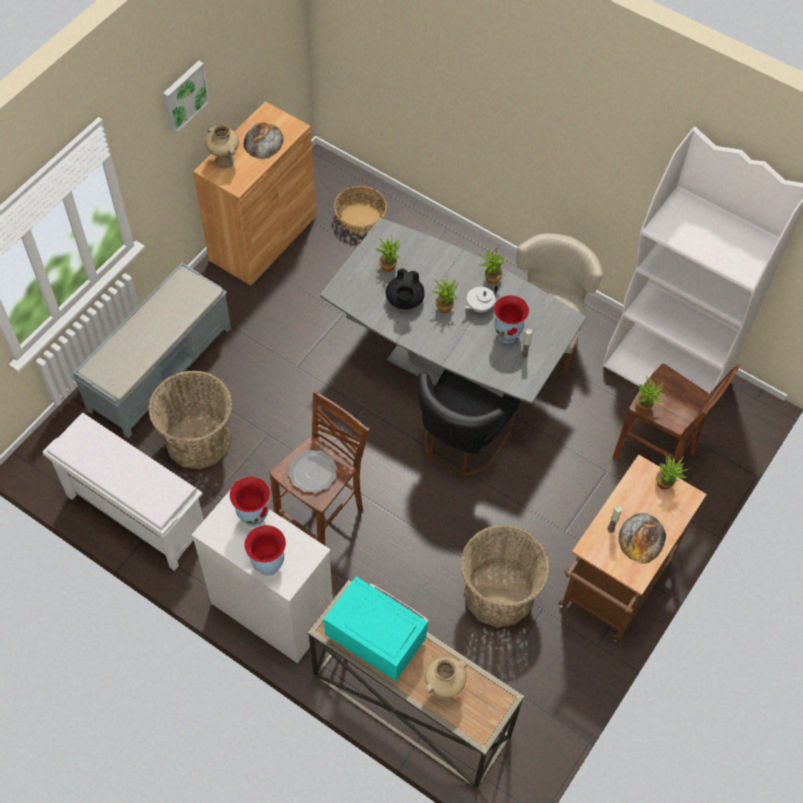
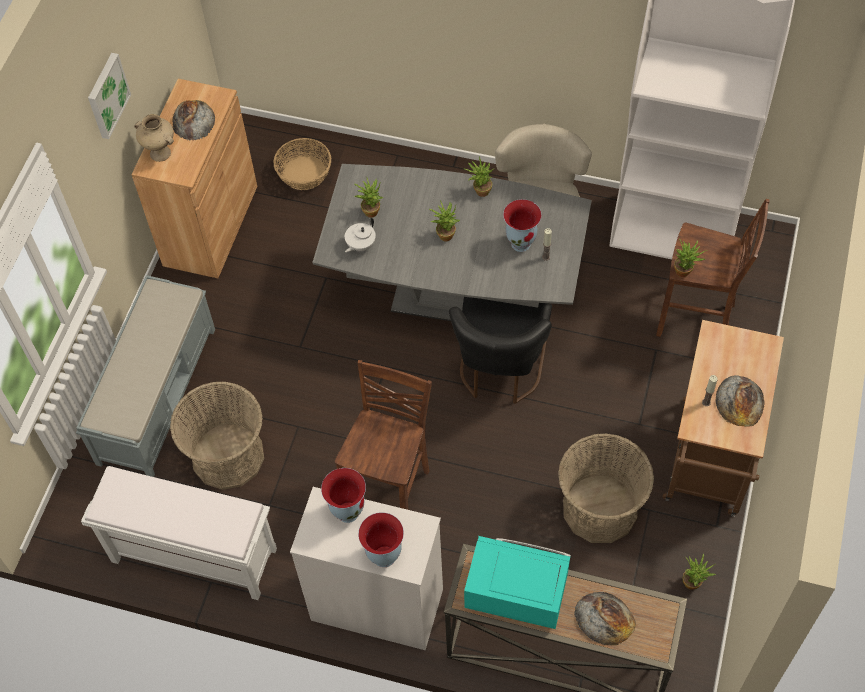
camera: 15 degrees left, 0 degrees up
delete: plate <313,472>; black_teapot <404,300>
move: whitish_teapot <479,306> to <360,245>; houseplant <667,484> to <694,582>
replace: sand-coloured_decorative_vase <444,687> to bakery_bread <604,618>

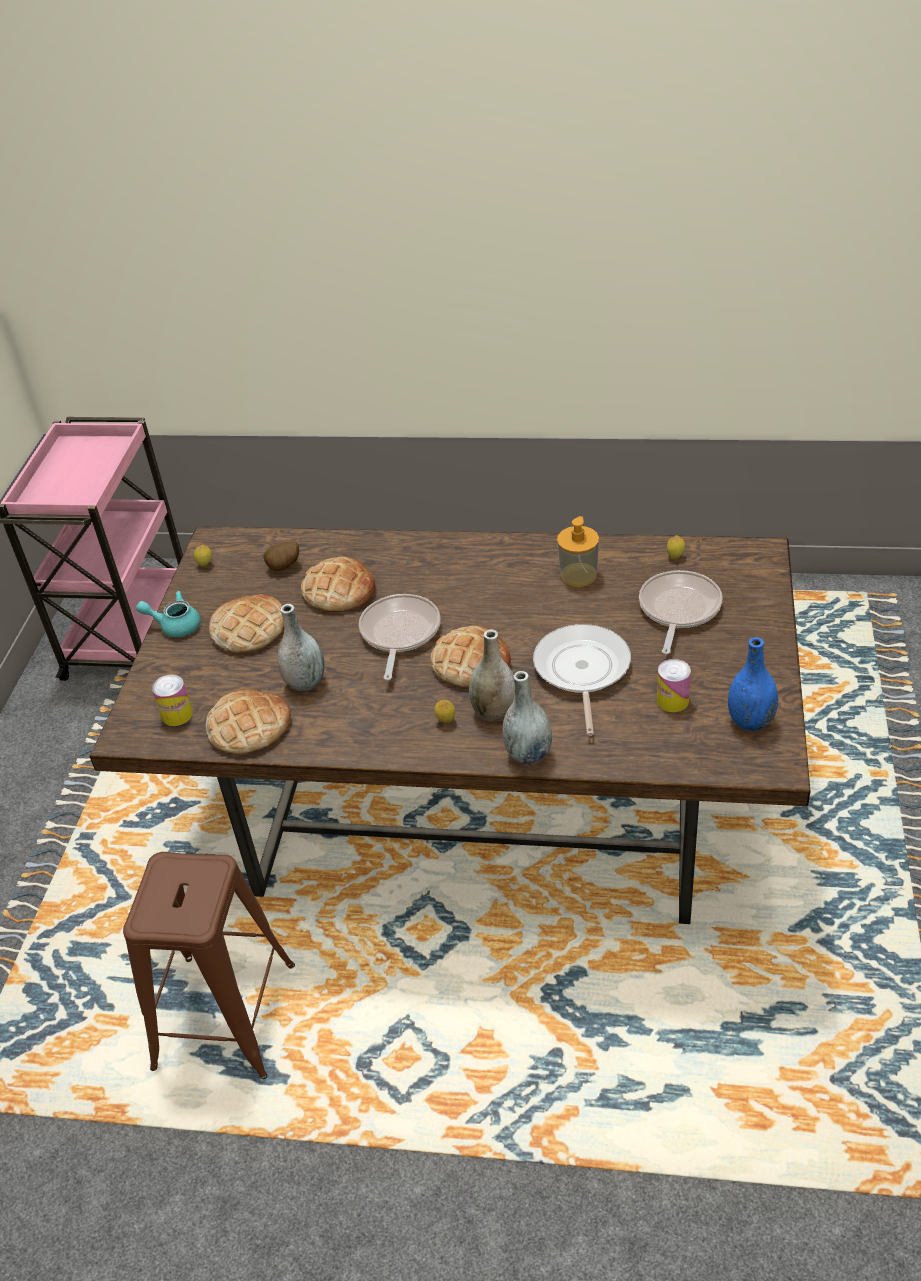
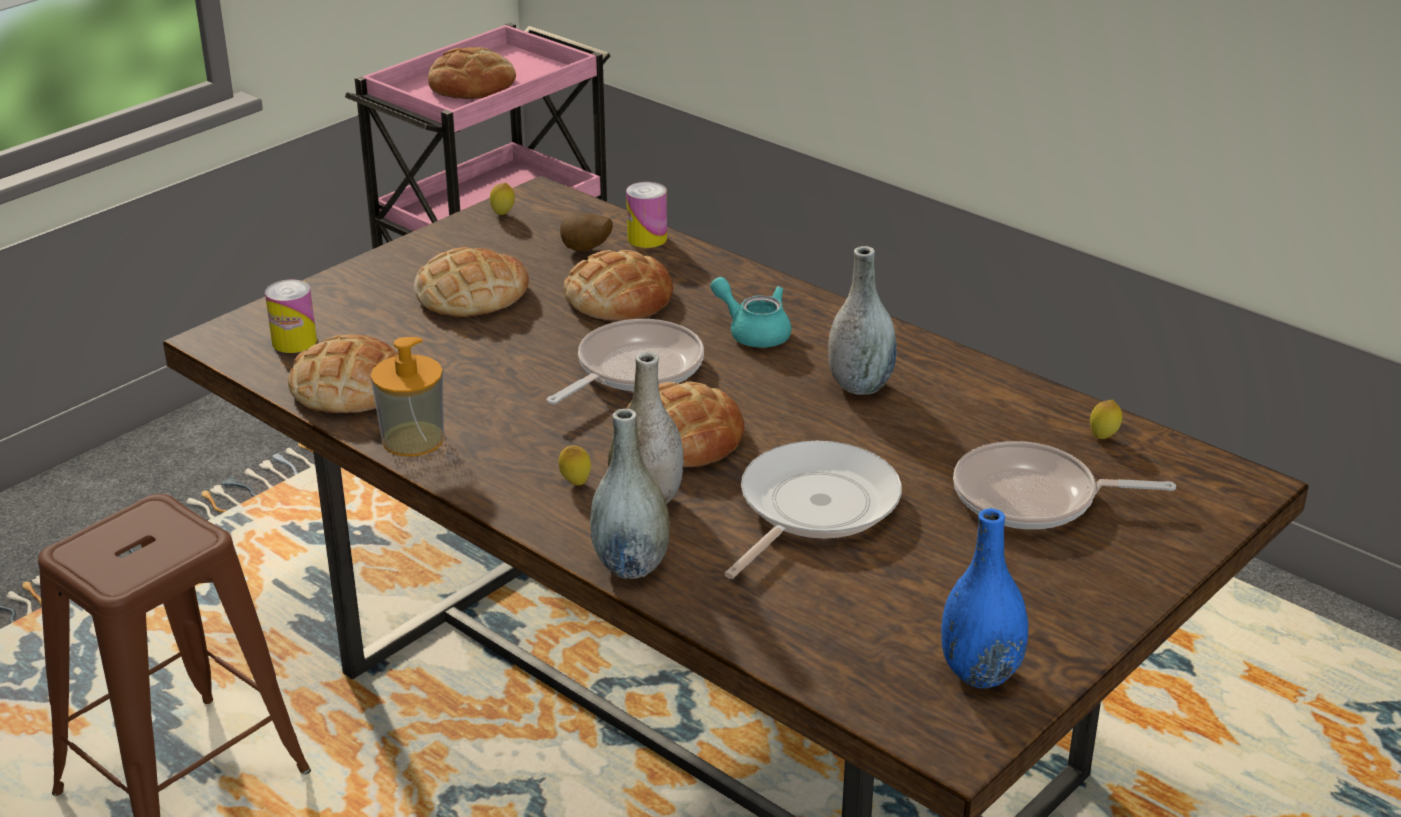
camera: 30 degrees right, 10 degrees down
insert: bakery_bread <472,85>
move: turquoise_teapot <175,625> to <753,332>; greyish_decorative_vase <305,683> to <860,386>; soap_bottle <578,575> to <413,439>; can <672,700> to <647,238>
rotate: skillet <678,610> = <1033,498> 135 degrees counterclockwise

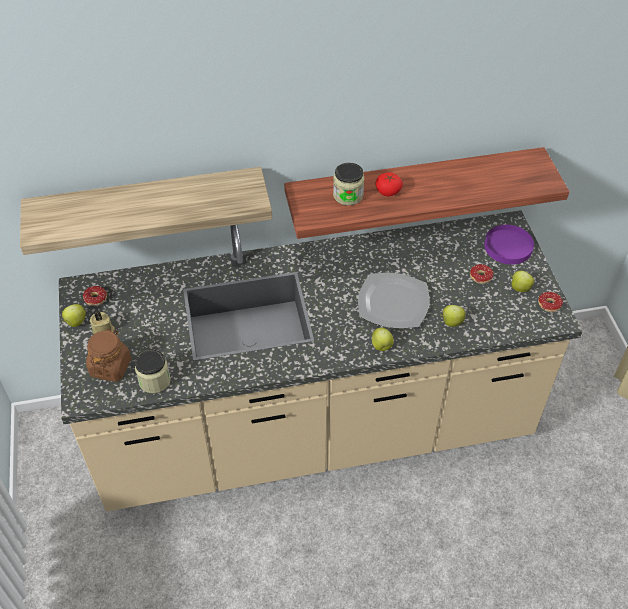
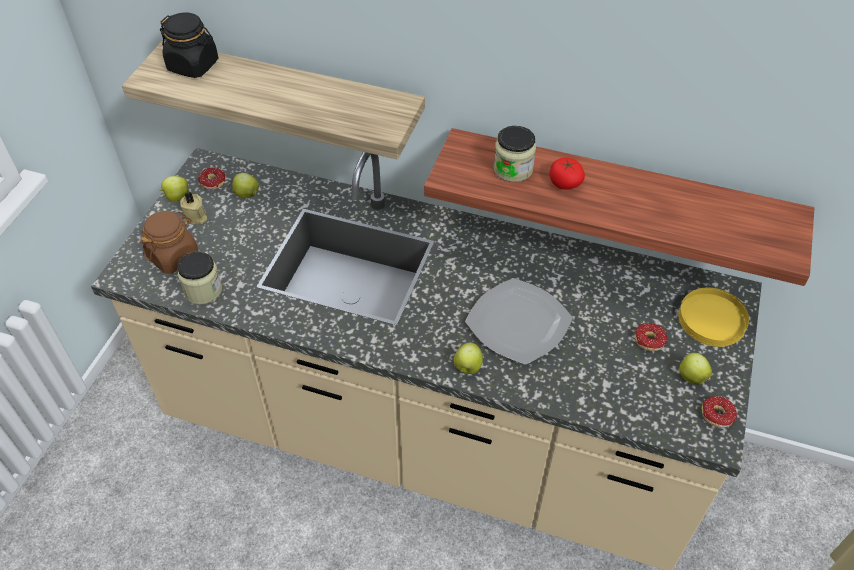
camera: 30 degrees right, 0 degrees up
insert: black_storage_jar <193,65>
move: apple_fruit <451,322> to <246,194>
recolor: purple-coloured_plate <508,246> to yellow_plate <711,319>

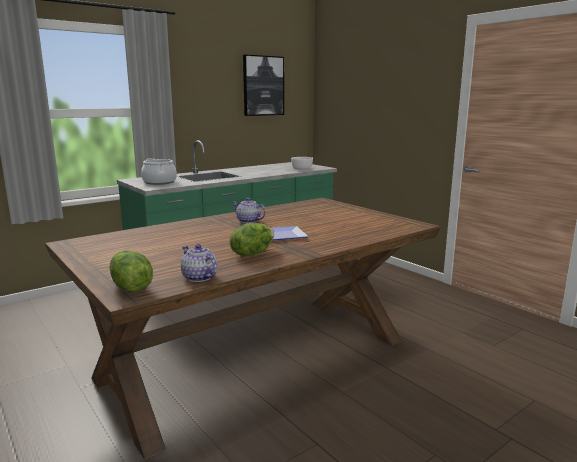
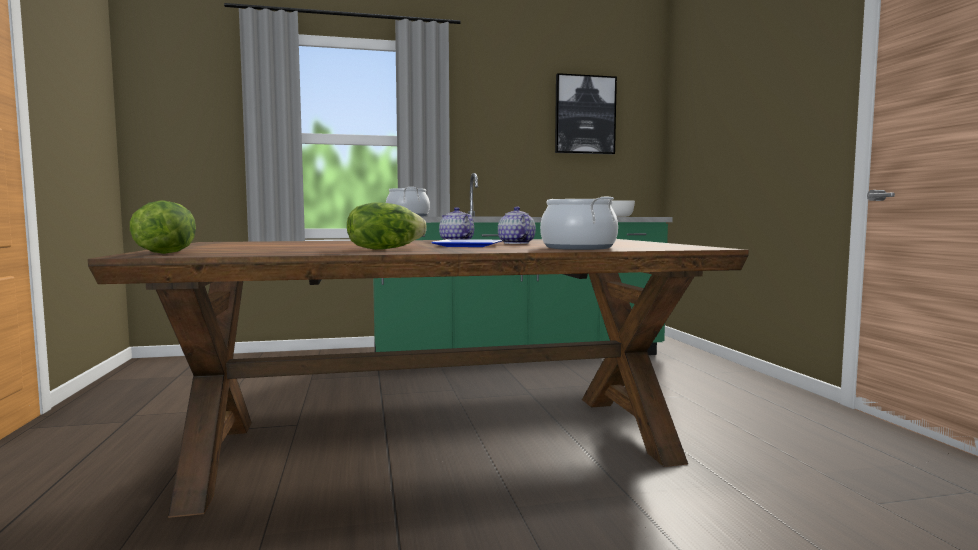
camera: 25 degrees right, 10 degrees down
insert: stockpot <578,248>
move: teapot <199,277> to <516,243>

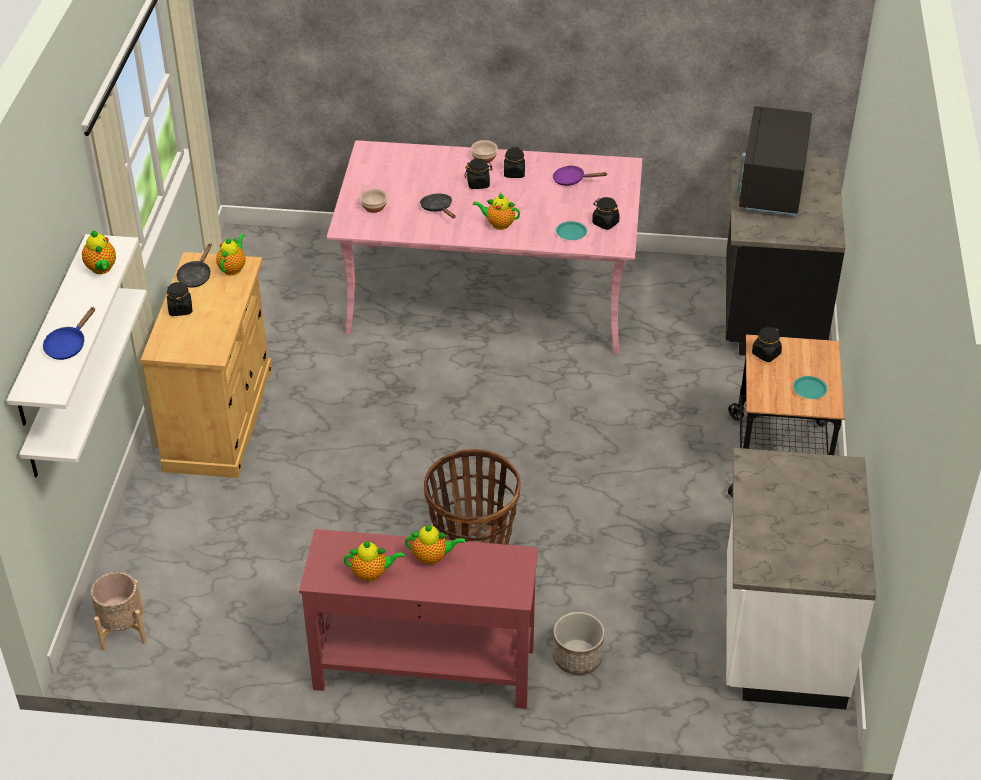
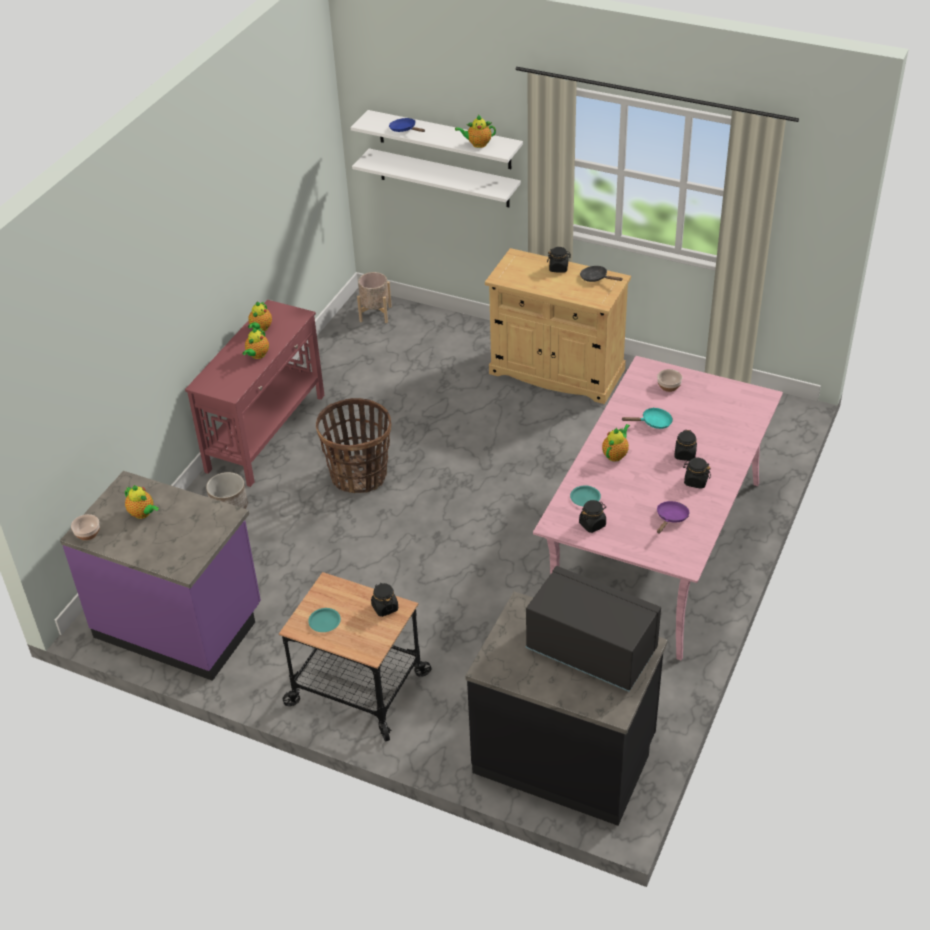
camera: 110 degrees right, 0 degrees up
move: teapot <233,268> to <143,514>; deep_dish <484,158> to <88,533>
recolor: black_skillet <438,208> to turquoise_skillet <653,422>; whitish_kitchen_base_unit <780,634> to purple-coloured_kitchen_base_unit <179,623>

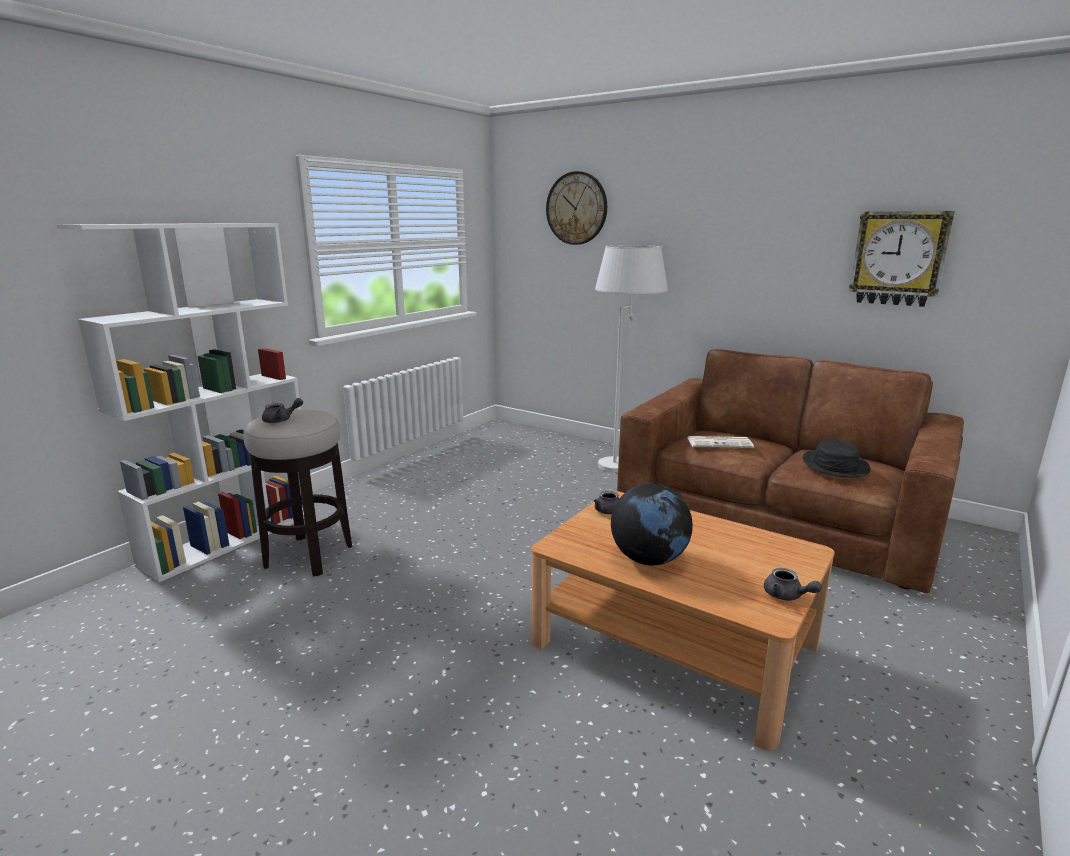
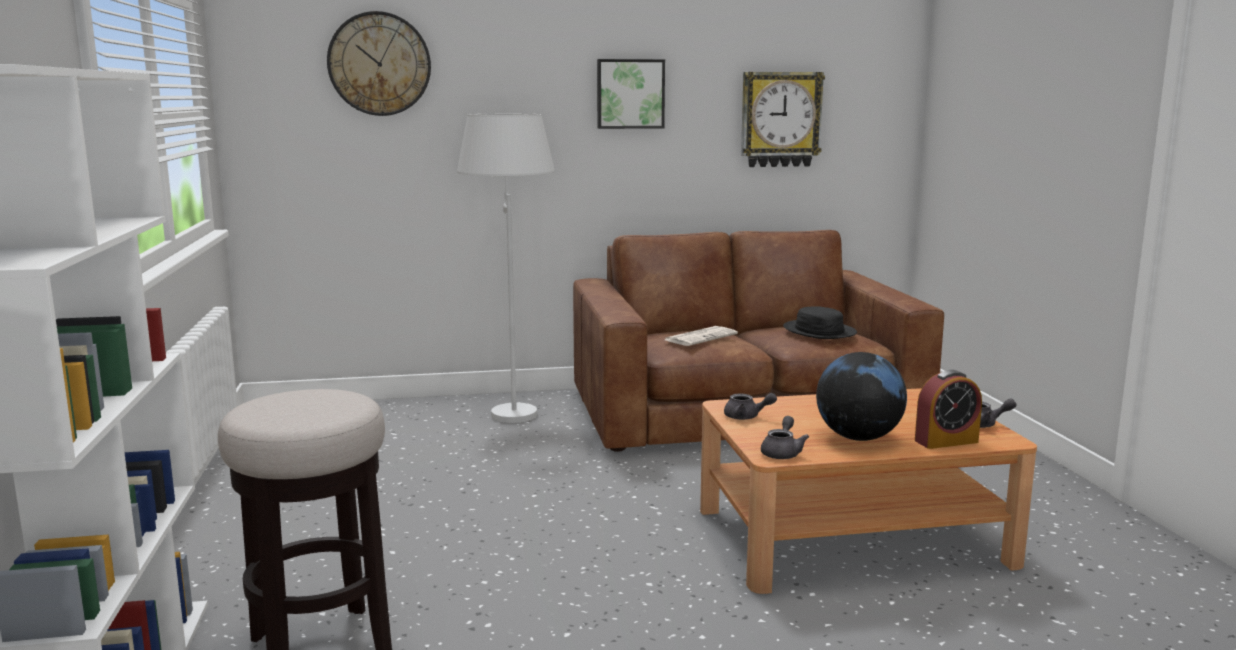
camera: 45 degrees left, 5 degrees down
insert: wall_art <630,94>; table_clock <946,441>
move: greyish_teapot <281,420> to <782,452>

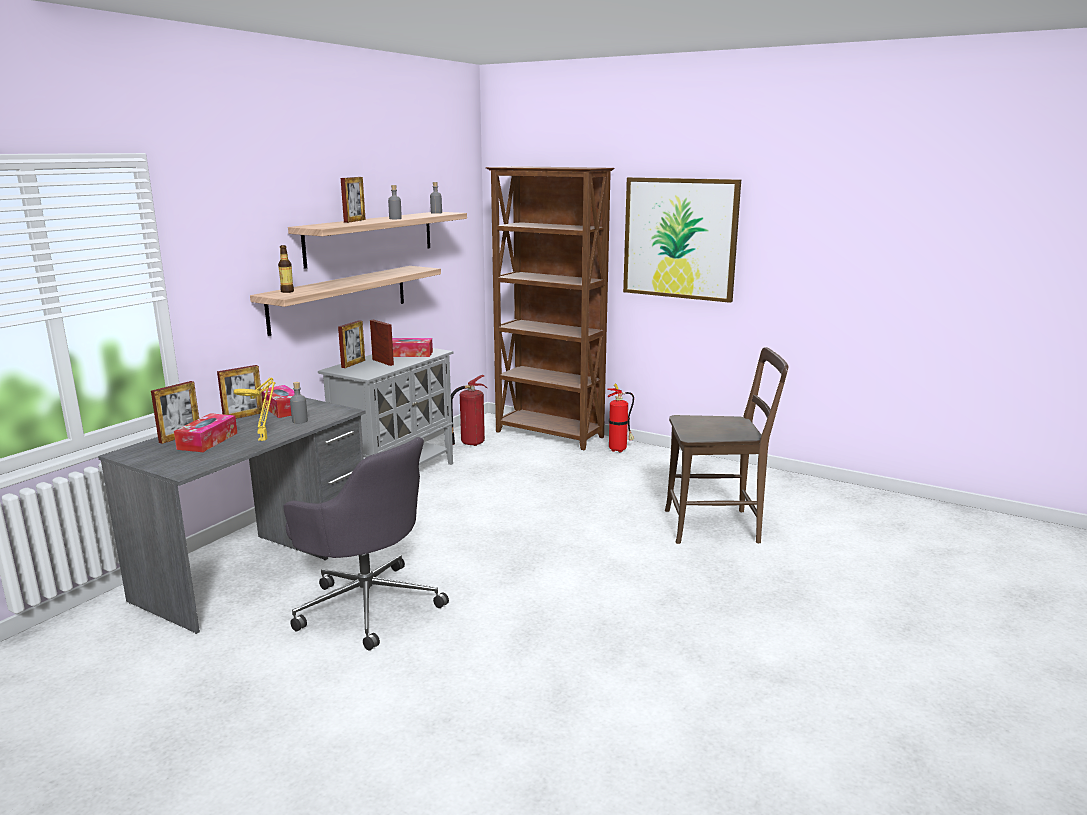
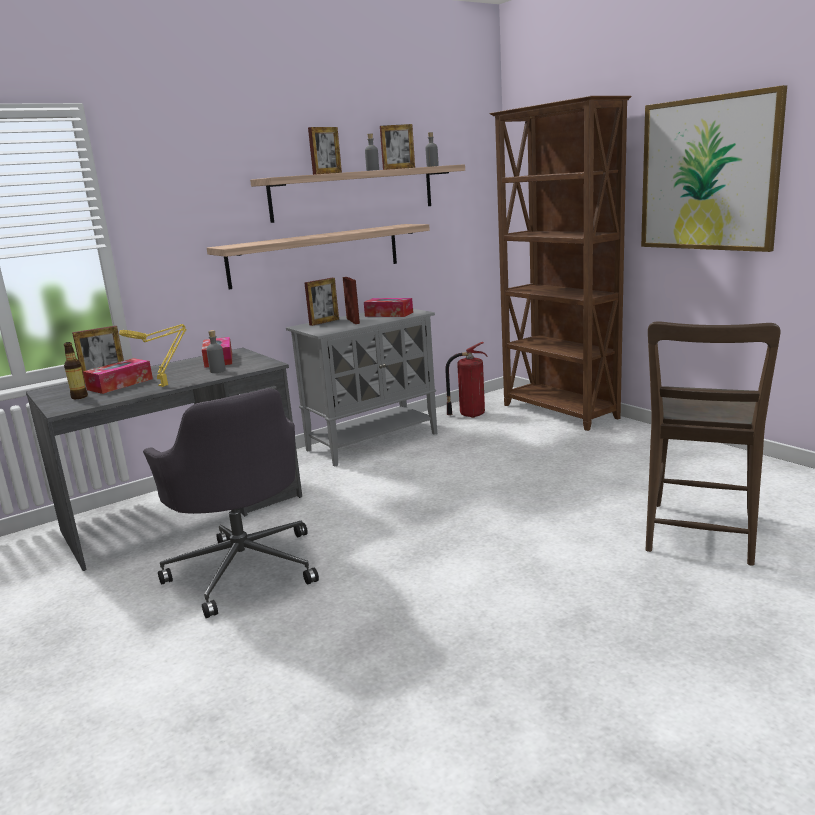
camera: 25 degrees right, 0 degrees up
delete: extinguisher <619,450>
move: standing_frame <243,416> to <399,168>; drink_bottle <287,291> to <79,397>
rotate: brown_chair <717,526> = <699,536> 90 degrees clockwise

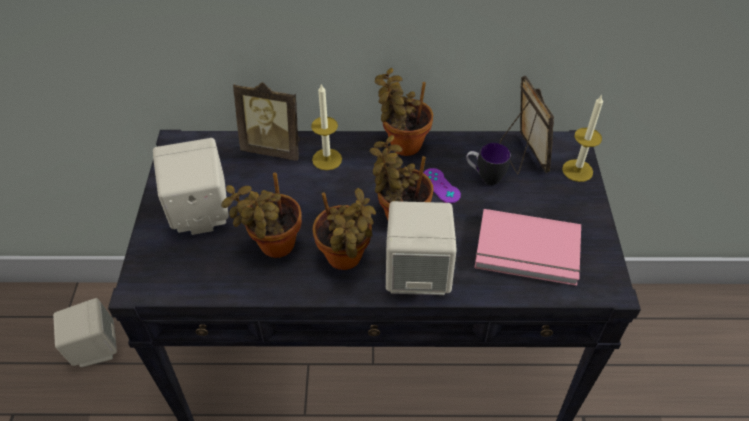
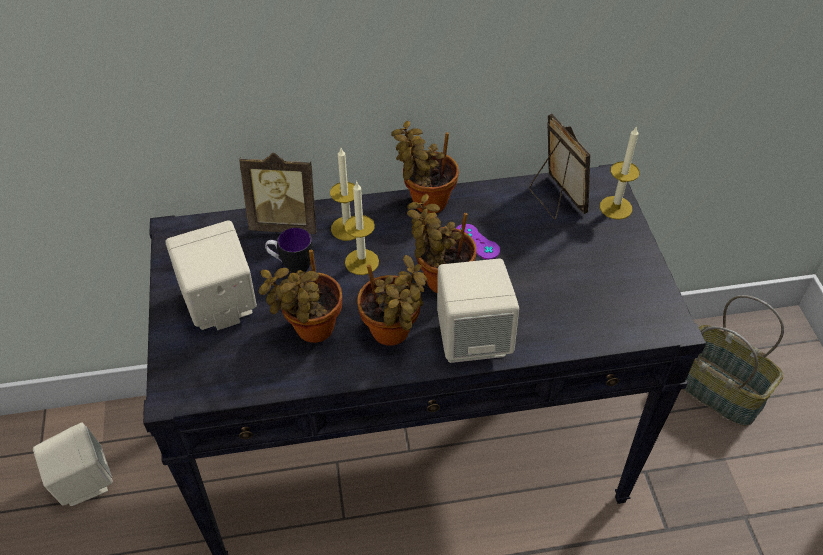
camera: 10 degrees left, 0 degrees up
delete: pinkish_book <528,252>
insert: wax_light <361,262>; basket <719,390>
move: coffee_mug <484,177> to <291,266>

